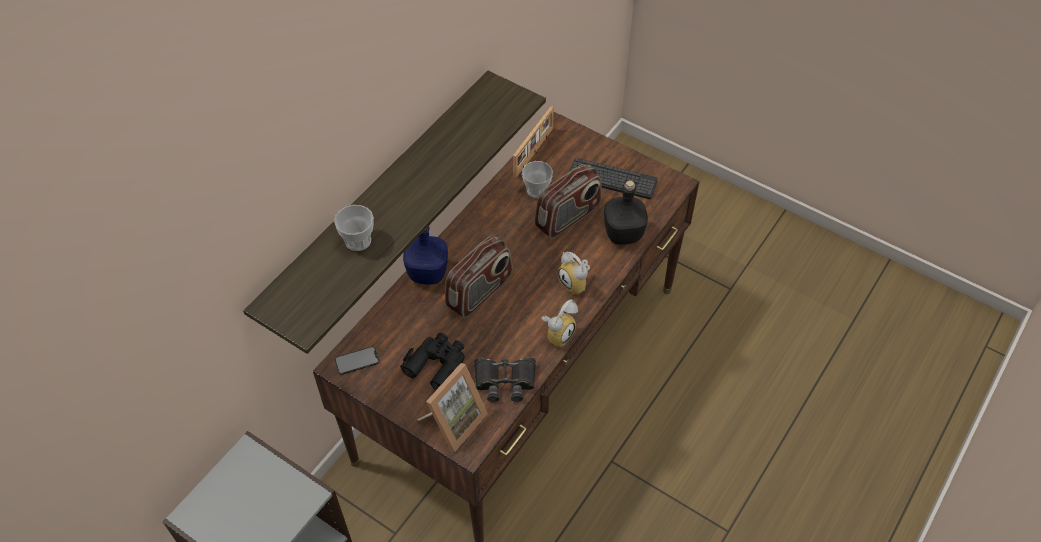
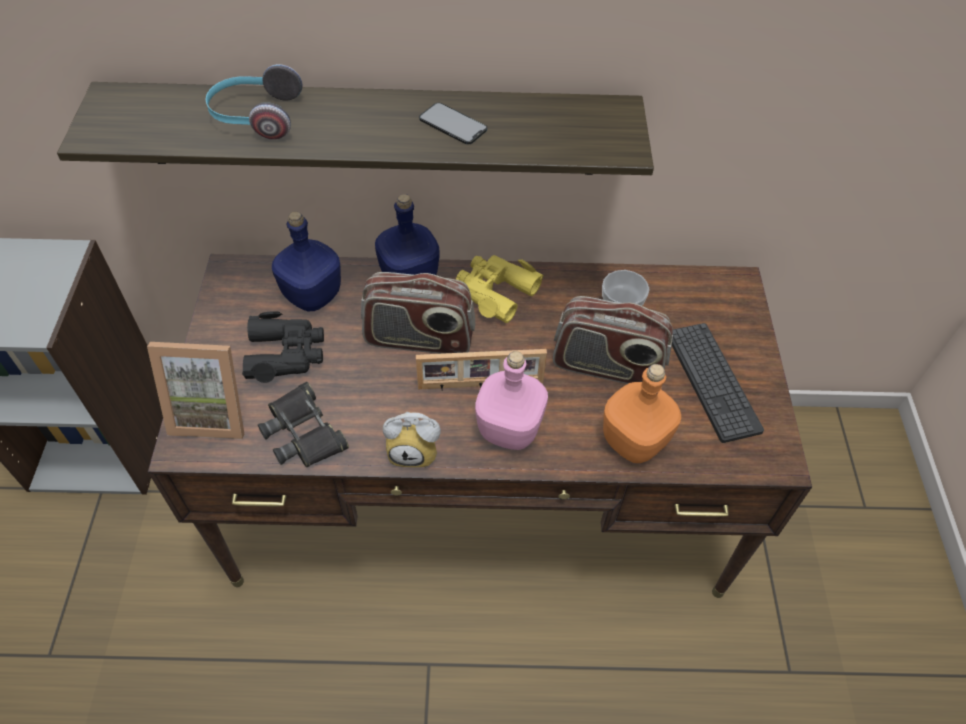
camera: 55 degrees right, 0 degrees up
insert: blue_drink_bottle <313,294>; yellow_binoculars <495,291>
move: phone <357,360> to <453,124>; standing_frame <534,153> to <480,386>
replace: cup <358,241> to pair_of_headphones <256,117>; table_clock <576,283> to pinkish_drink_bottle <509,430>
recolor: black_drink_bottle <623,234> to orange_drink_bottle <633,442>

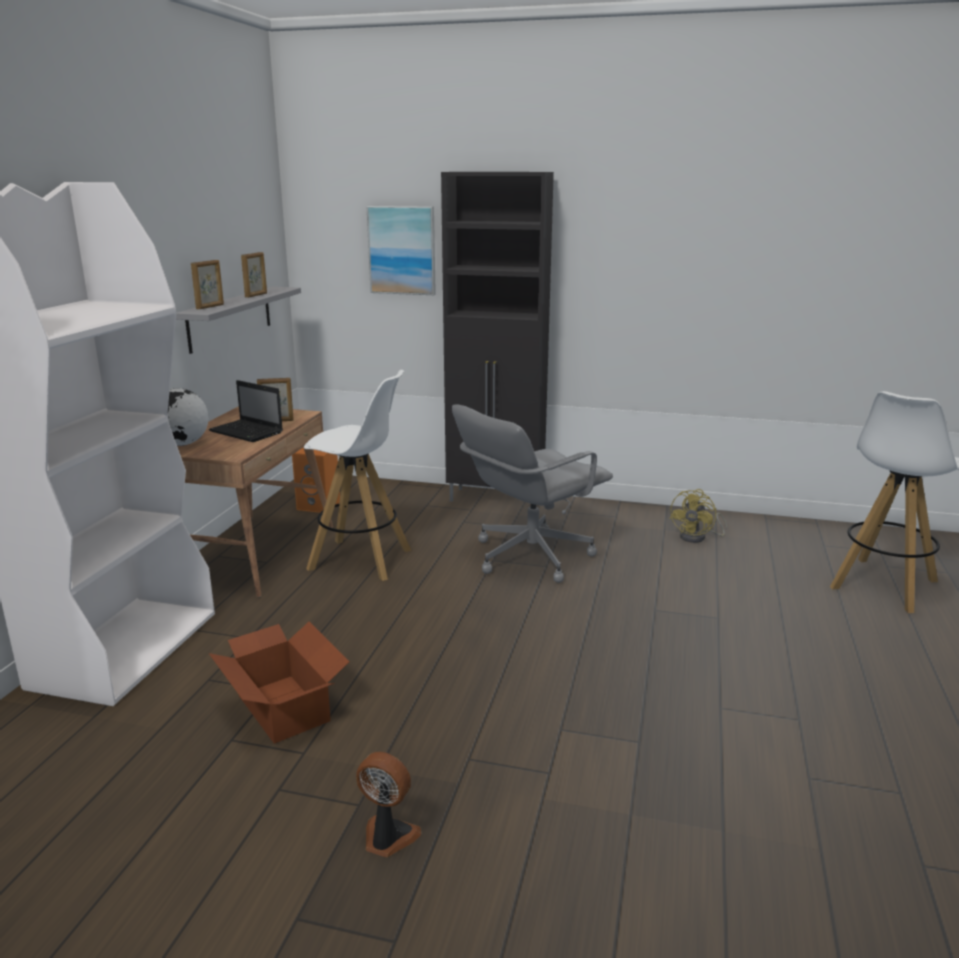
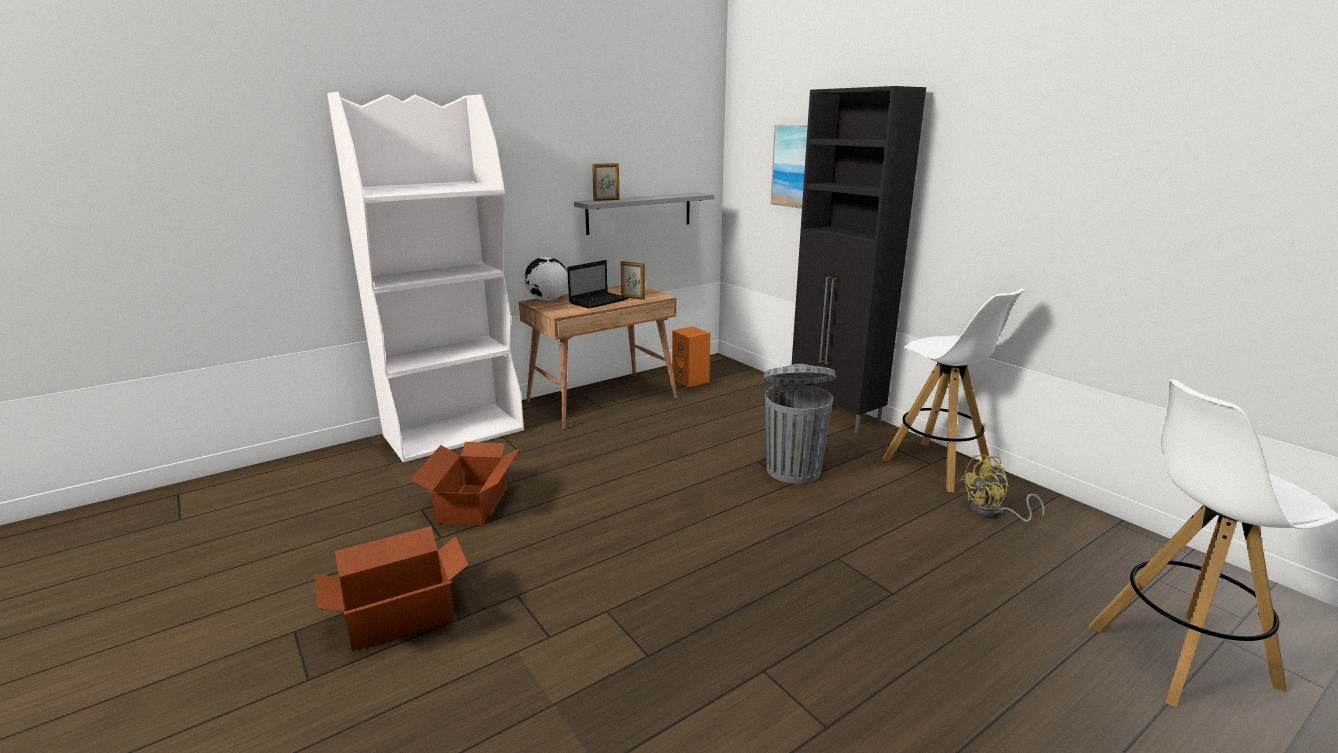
camera: 40 degrees right, 0 degrees up
delete: standing_frame <256,295>
move: whitish_stool_seat <361,560> to <937,466>
replace: electric_fan <387,838> to packing_box <399,616>; greyish_desk_chair <529,556> to greyish_waste_bin <793,469>
rotate: portable_computer <247,432> = <599,301> 120 degrees counterclockwise

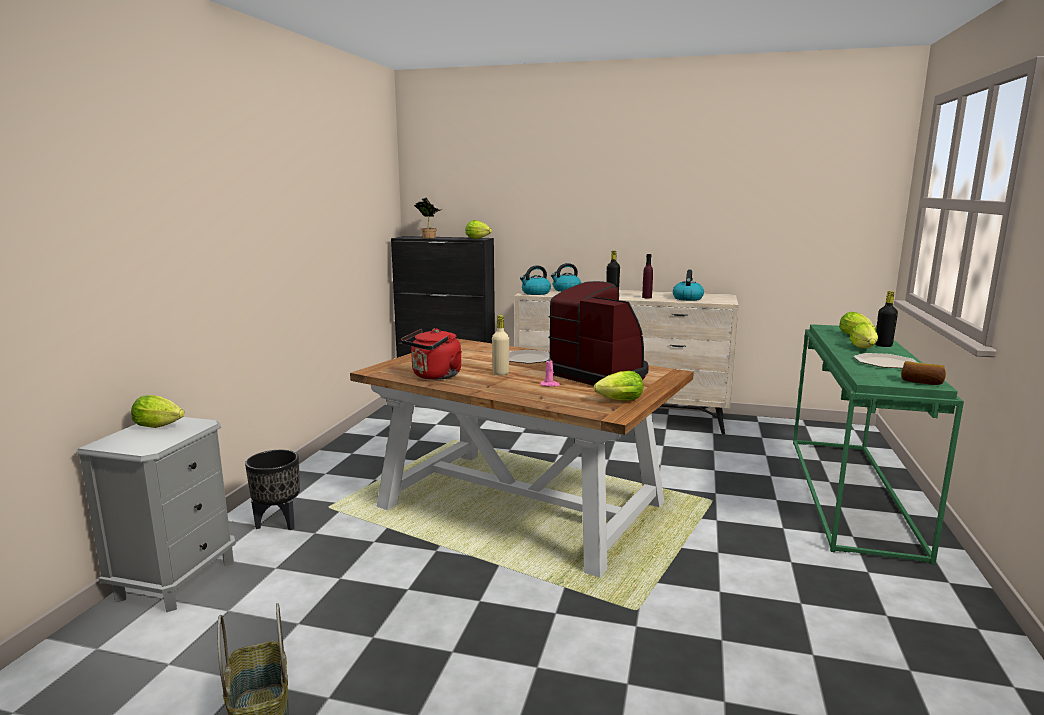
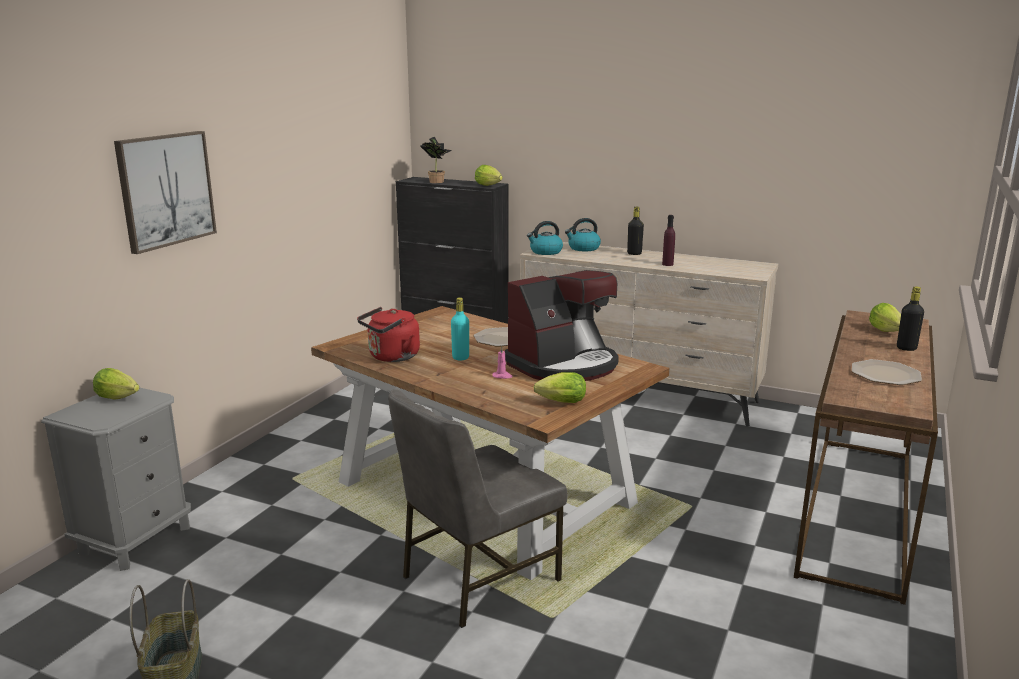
camera: 10 degrees right, 5 degrees up
delete: black_plant_pot <279,523>; water_kettle <687,298>; lettuce_head <864,349>; bakery_bread <921,382>
insert: wall_art <166,190>; greyish_chair <477,578>
recolor: sand-coloured_drink_bottle <500,373> to turquoise_drink_bottle <460,357>; green-coloured_hall_table <852,493> to brown_hall_table <859,512>
rotate: coffee_maker <600,374> = <564,365> 90 degrees clockwise

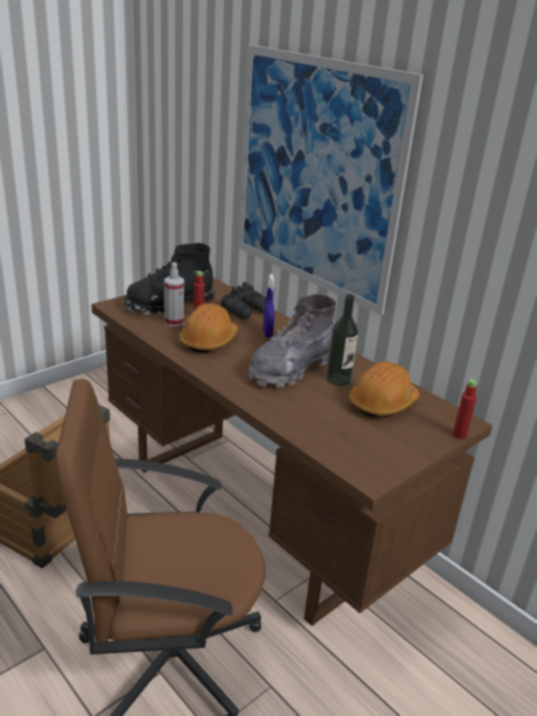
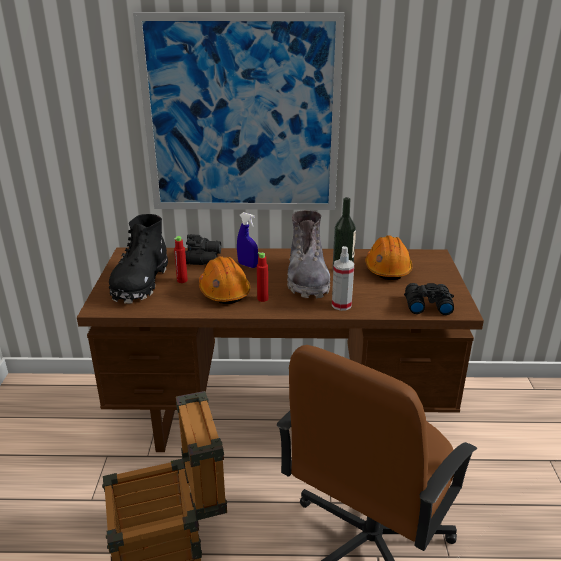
camera: 45 degrees left, 0 degrees up
insert: black_binoculars <426,304>
move: hand_sprayer <174,322> to <341,305>; red-coloured_drink_bottle <459,435> to <262,299>

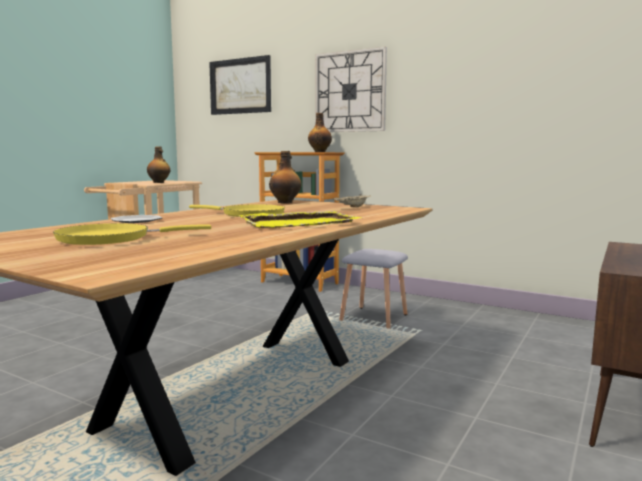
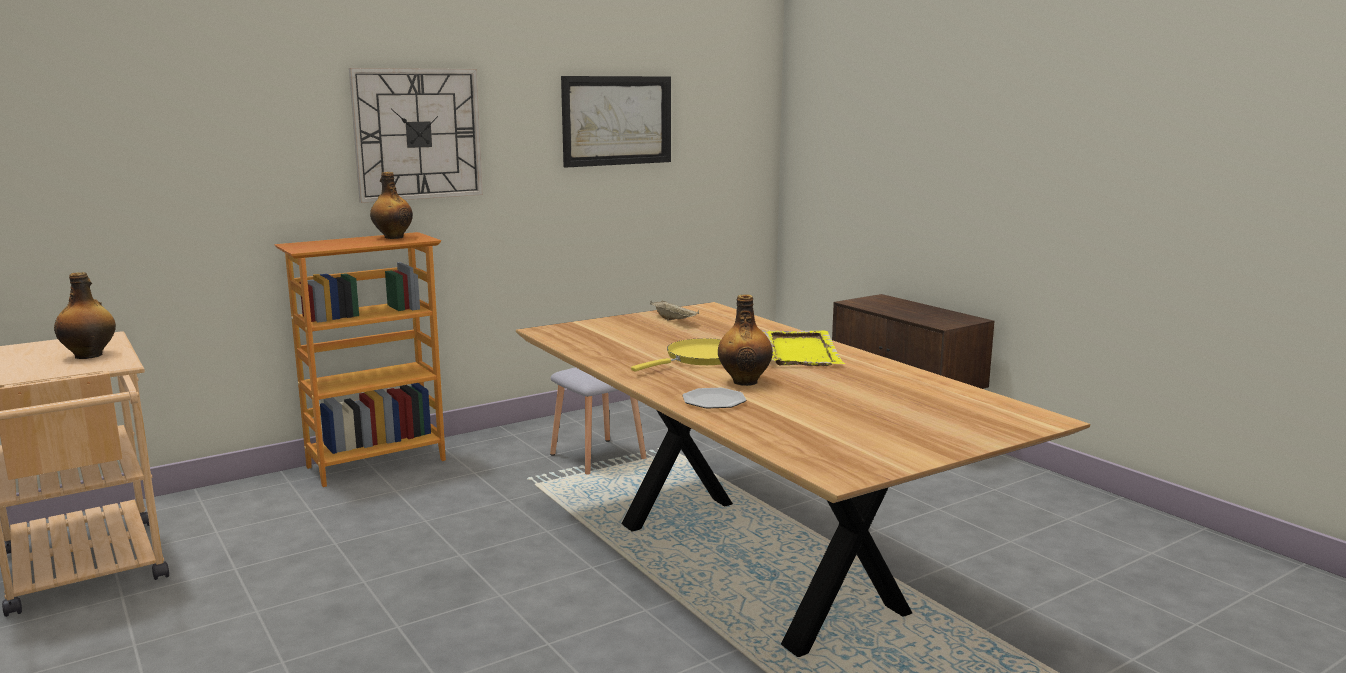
camera: 65 degrees left, 5 degrees up
delete: yellow_skillet <111,239>
move: wall_art <240,86> to <617,120>; drink_bottle <285,202> to <745,381>

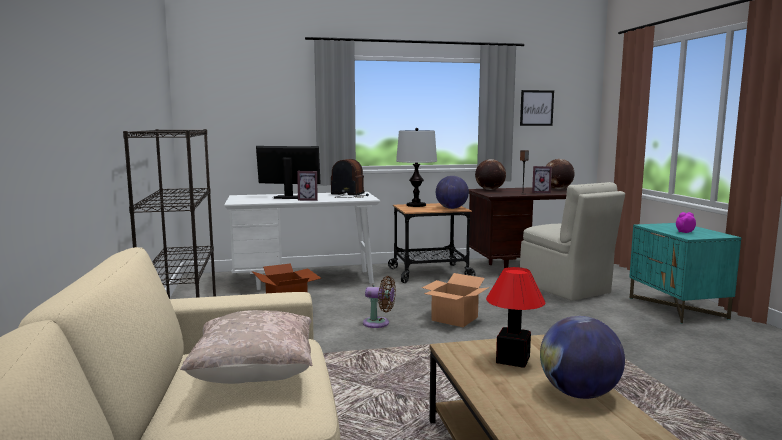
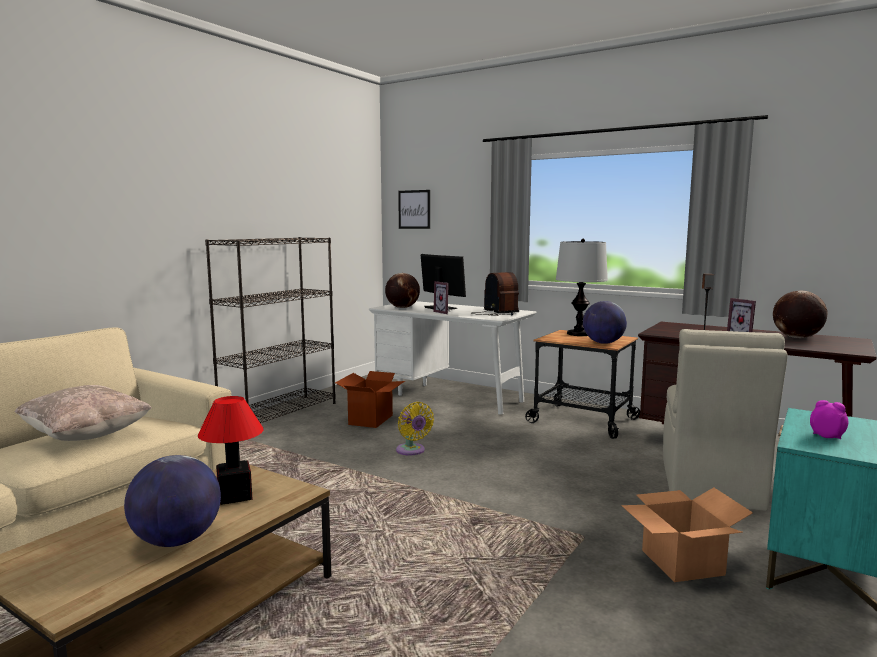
camera: 45 degrees right, 0 degrees up
move: packing_box <455,319> to <683,563>; desk_globe <489,189> to <402,307>; wall_art <536,108> to <414,209>
recolor: brown_electric_fan <379,323> to yellow_electric_fan <412,451>

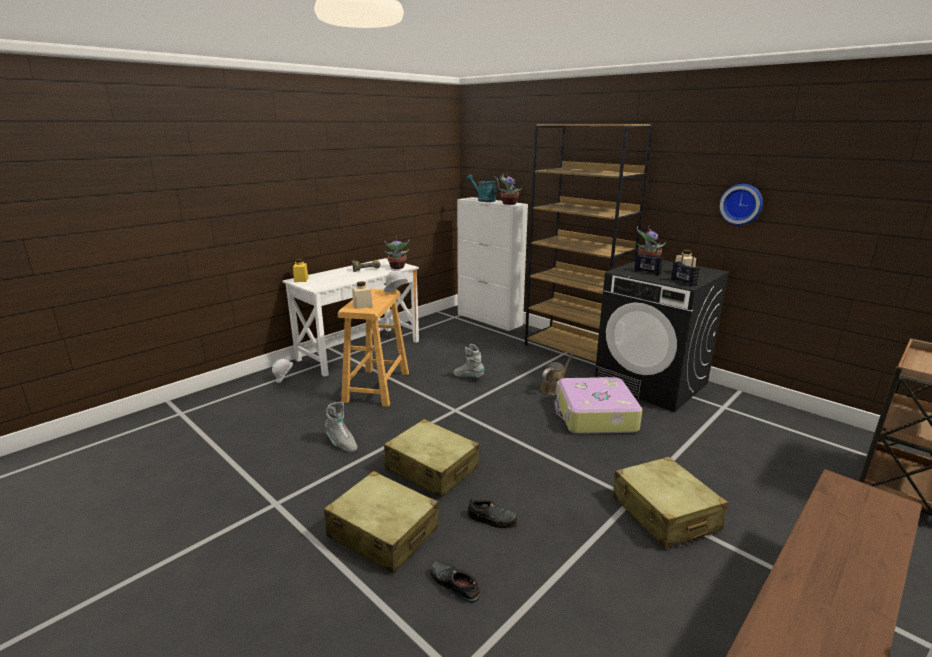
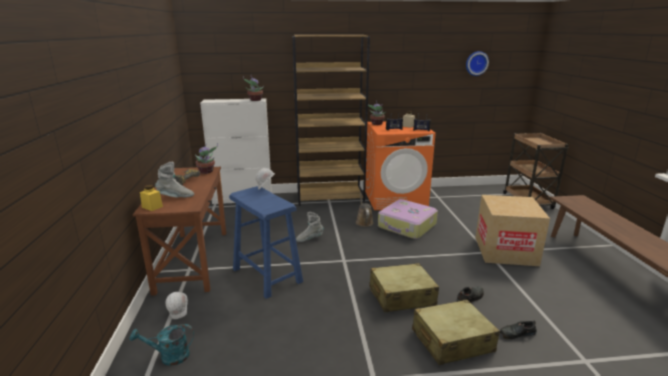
camera: 50 degrees left, 0 degrees up
delete: sand-coloured_storage_jar <362,305>
move: greyish_high-top_boot <341,443> to <175,197>; turquoise_watering_can <483,200> to <169,356>; hanging_clock <741,204> to <476,63>
replace: sand-coloured_suitcase <664,514> to packing_box <505,251>
recolor: whitish_desk <359,350> to brown_desk <193,260>; sand-coloured_stool_seat <376,387> to blue_stool_seat <267,276>; black_laundry_machine <651,383> to orange_laundry_machine <395,199>

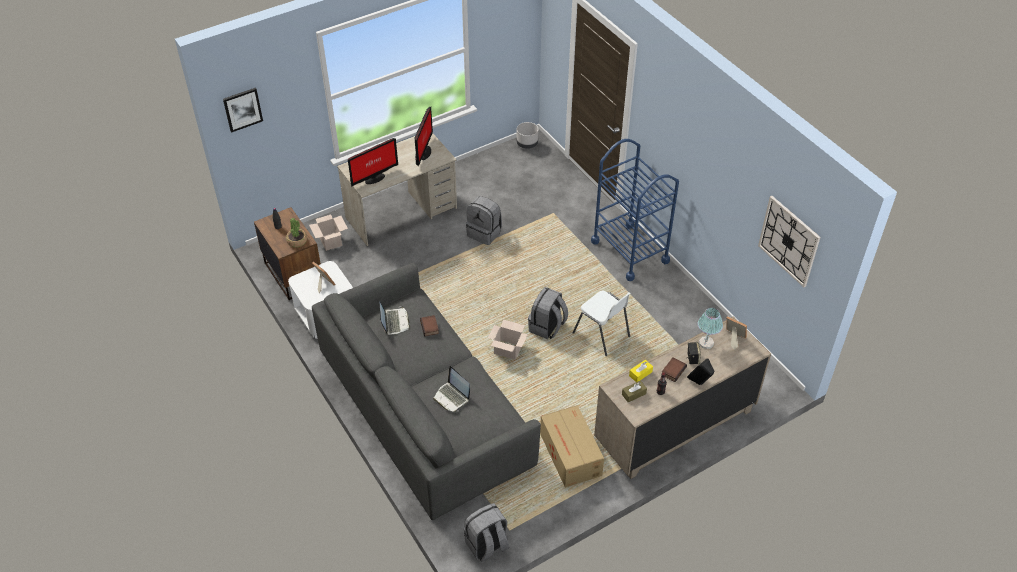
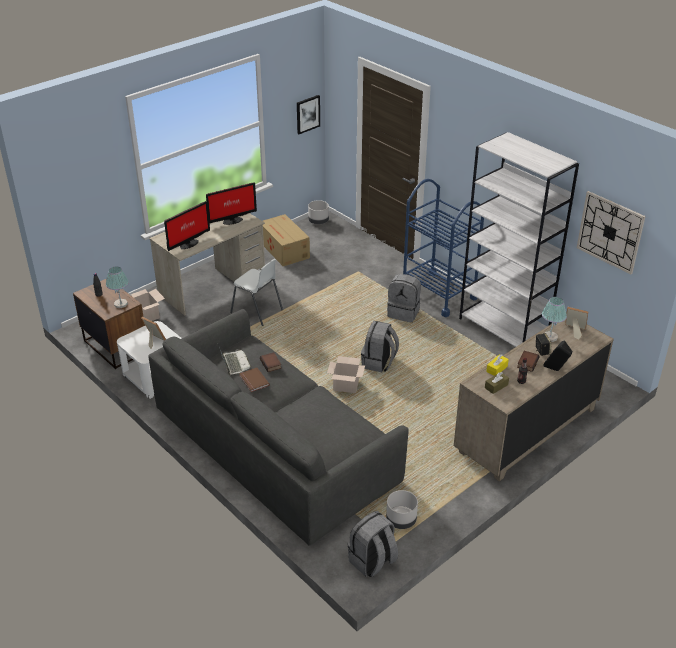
camera: 10 degrees left, 10 degrees down
delete: portable_computer <452,397>
insert: brown_book <253,381>; greyish_plant_pot <401,520>; whitish_bookshelf <504,328>
move: wall_art <242,109> to <307,114>; greyish_backpack <485,233> to <404,312>; packing_box <570,456> to <284,250>; whitish_chair <602,335> to <257,311>
replace: houseplant <297,241> to lamp_for_a_table <121,304>
rotate: monitor <423,153> = <231,220> 60 degrees clockwise

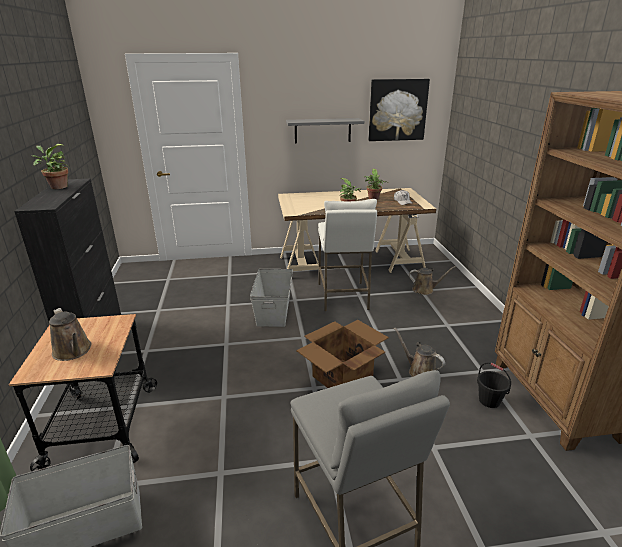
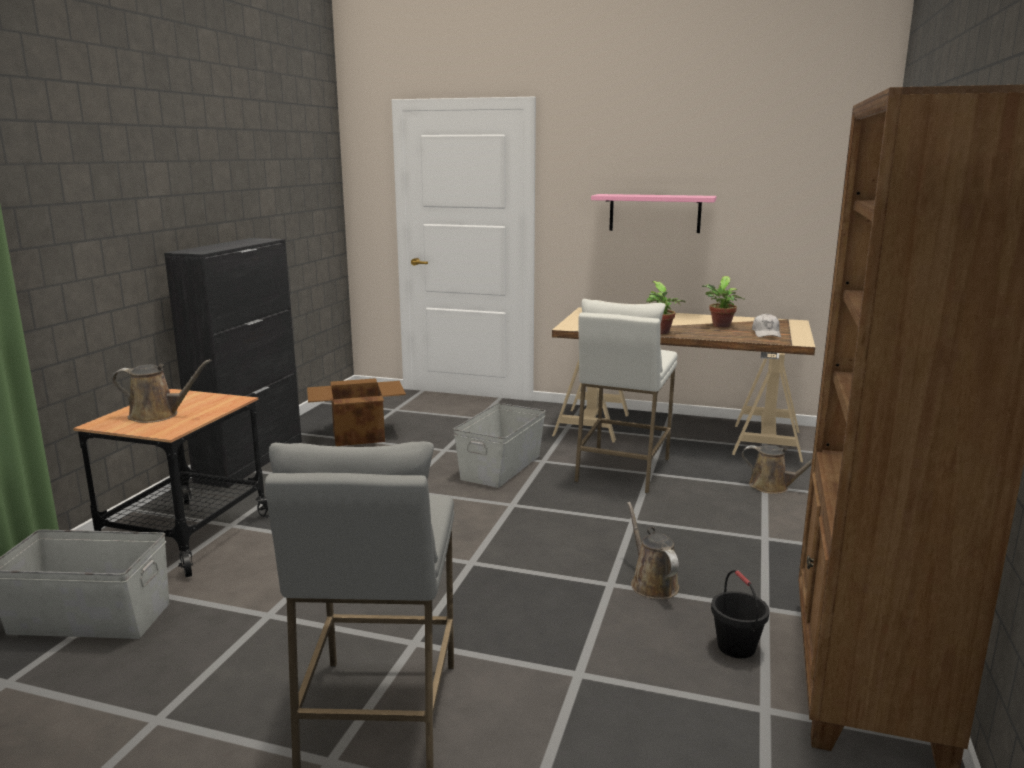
camera: 25 degrees right, 10 degrees down
delete: houseplant <57,187>; wall_art <397,110>
move: packing_box <341,378> to <357,435>
recolor: greyish_shelf <322,130> to pinkish_shelf <654,213>
rotate: brown_watering_can <73,351> = <158,415> 75 degrees counterclockwise

